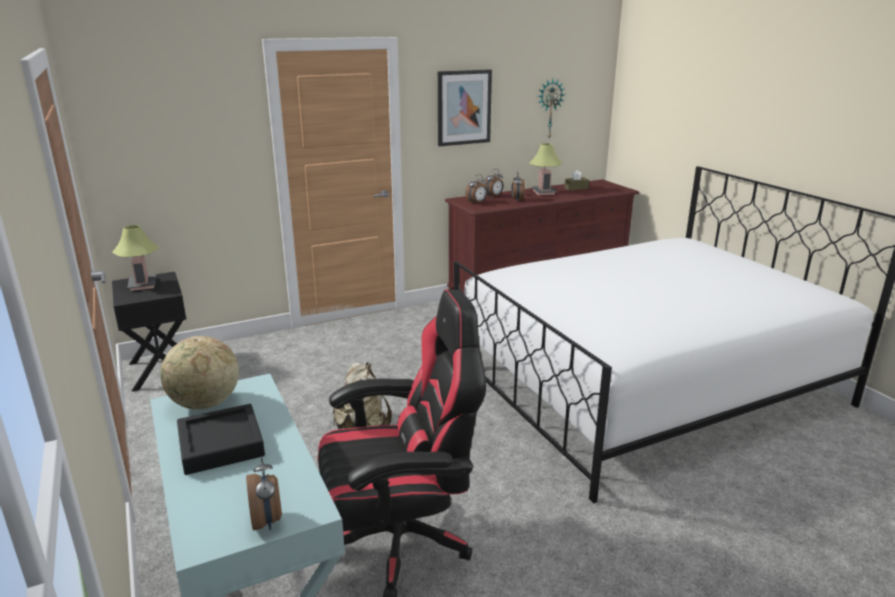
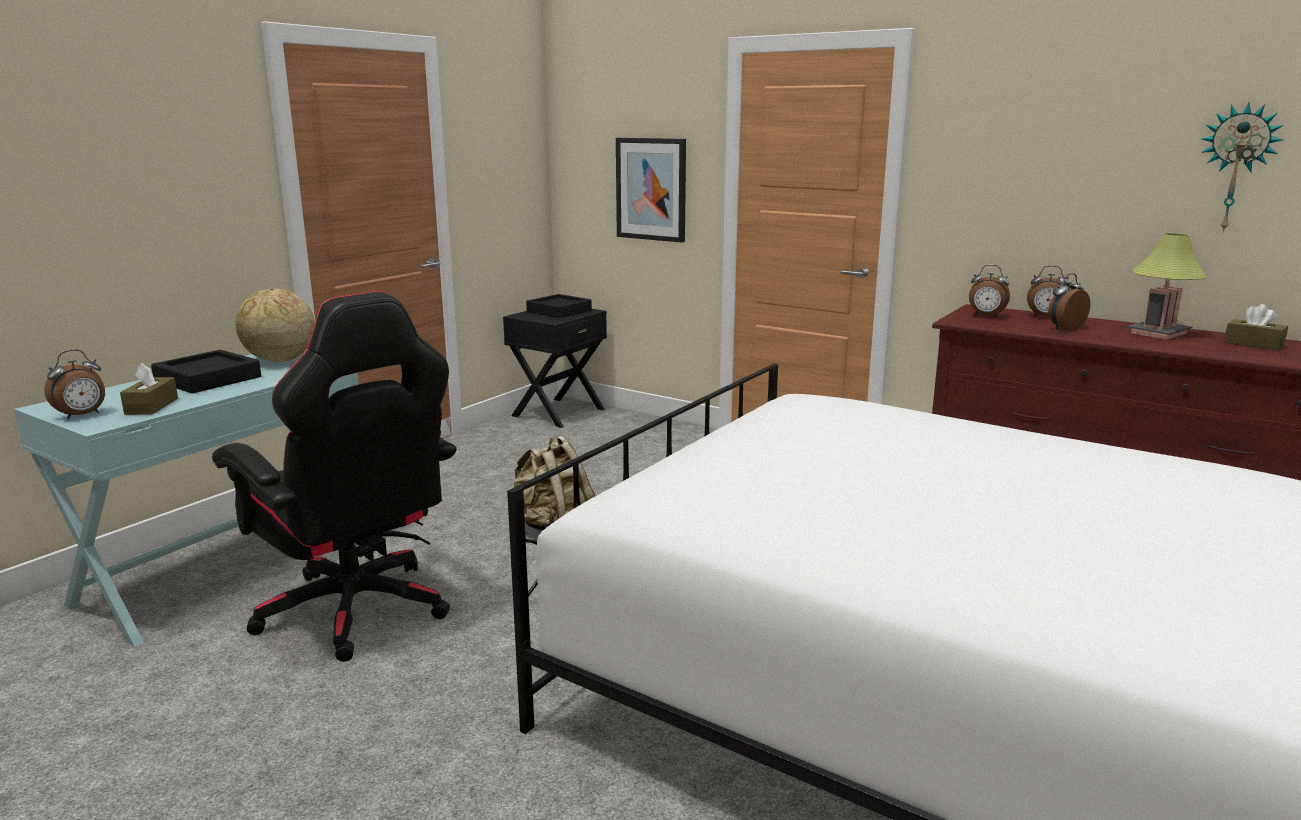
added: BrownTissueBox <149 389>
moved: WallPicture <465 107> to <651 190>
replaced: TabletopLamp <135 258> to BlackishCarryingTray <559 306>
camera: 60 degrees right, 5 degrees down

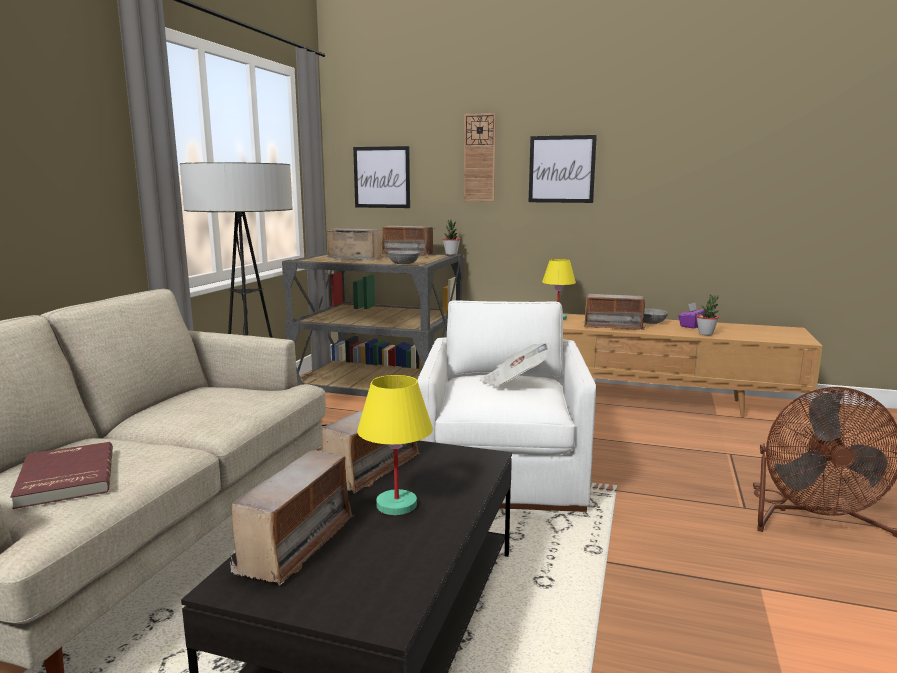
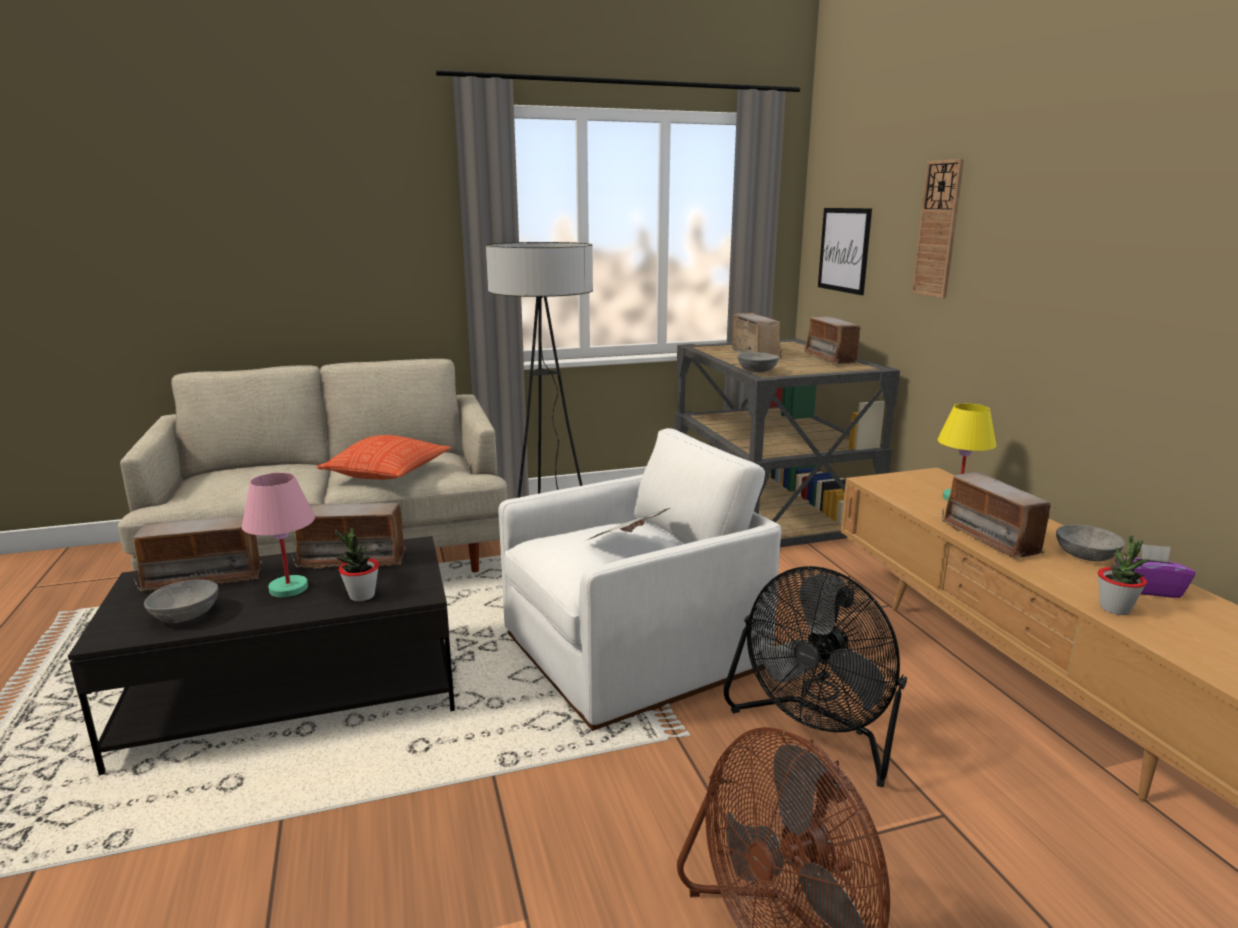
removed: ReddishBoundBook <61 475>; WallPicture <563 169>
added: GrayBowl <181 601>; OrangeColouredPillow <384 457>; BlackishElectricFan <815 676>
moved: PottedPlant <451 237> to <357 565>
recoloured: YellowTabletopLamp <395 445> to PinkishTabletopLamp <278 535>
camera: 55 degrees right, 5 degrees up

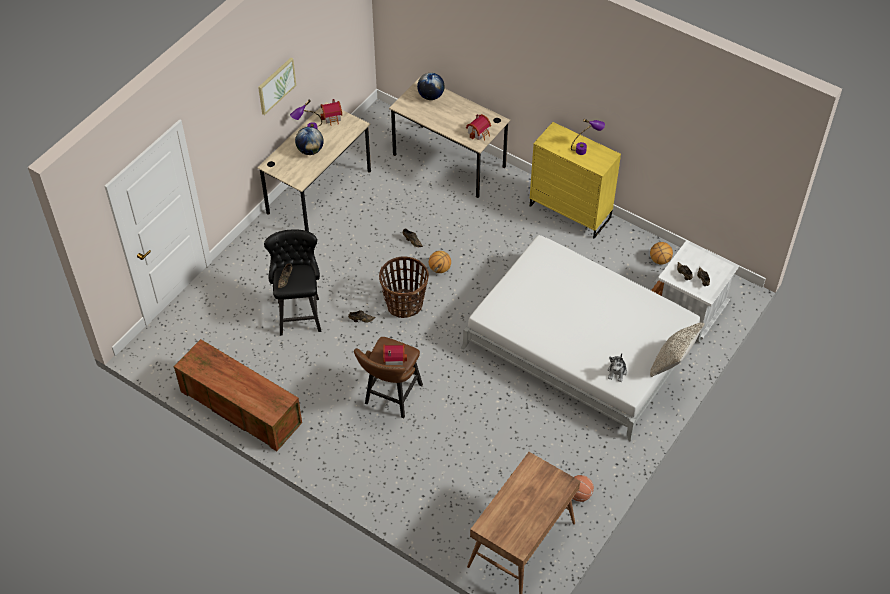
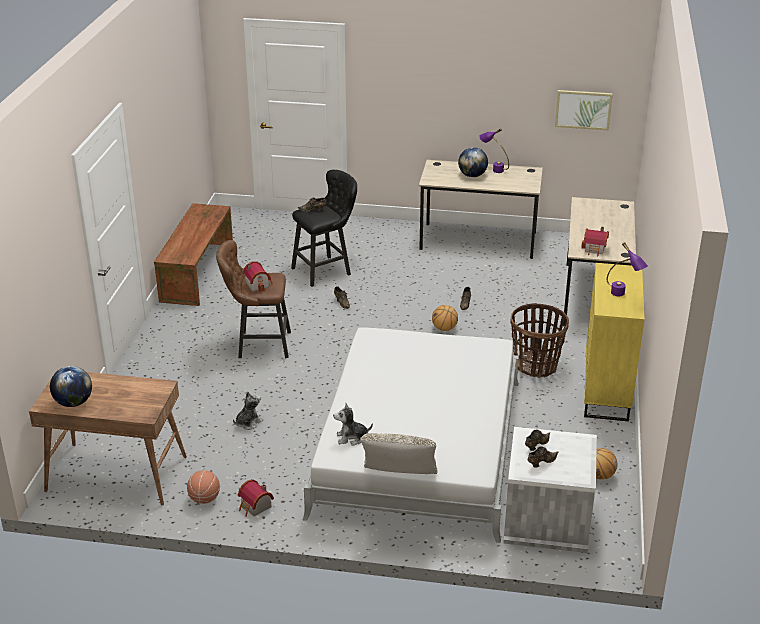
added: SoftToy <248 410>
moved: Globe <431 86> to <71 386>; ModelHouse <331 112> to <256 498>; HouseholdBasket <404 287> to <539 340>; WallPicture <277 86> to <584 110>
camera: 65 degrees right, 20 degrees down

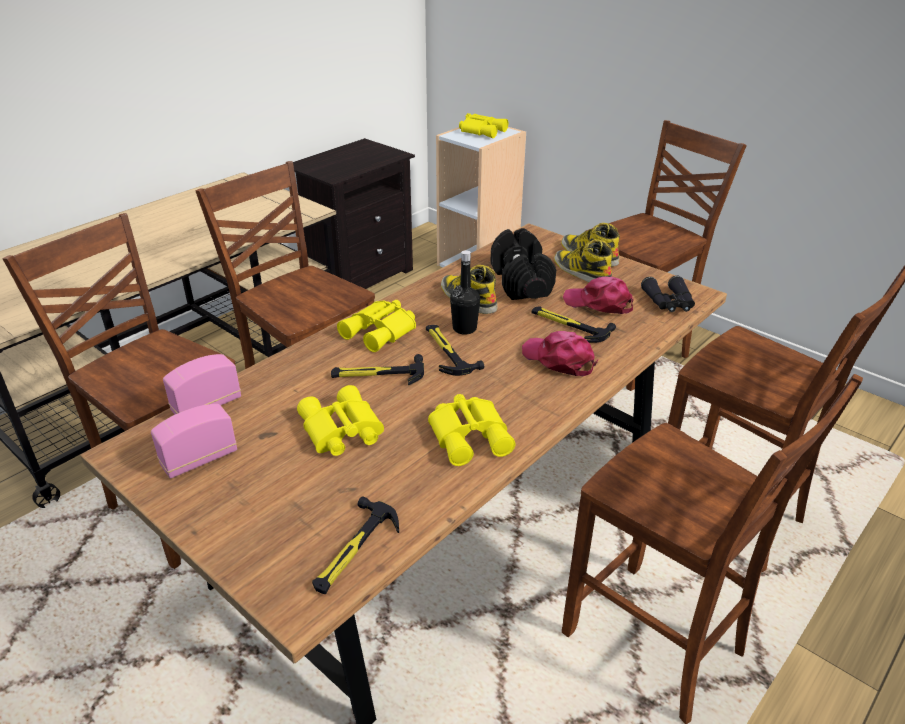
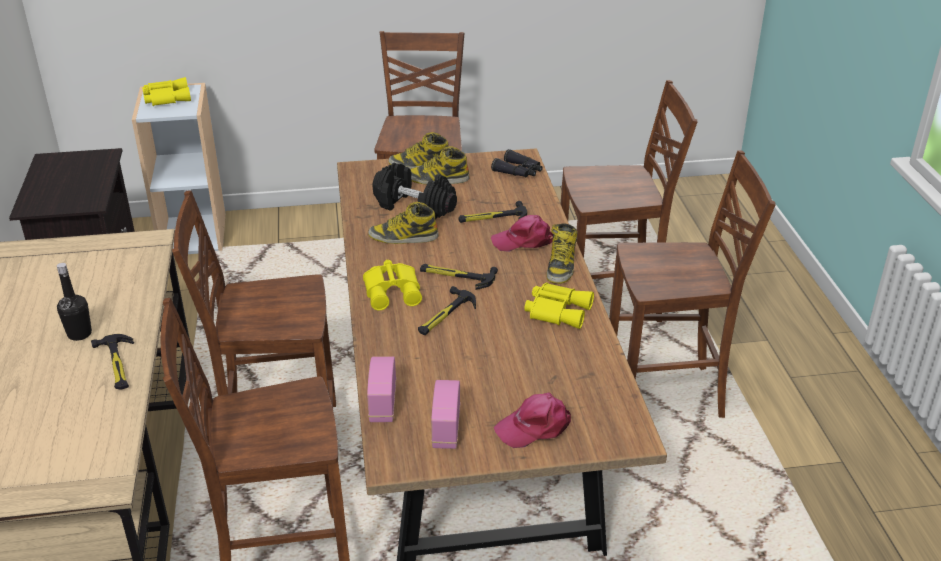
removed: YellowFieldGlasses <340 420>
added: Boot <561 254>
moved: BlackishBeverageBottle <465 292> to <74 302>; ToolHammer <355 545> to <112 362>; PinkishPeakedCap <598 295> to <532 420>
camera: 50 degrees left, 0 degrees up

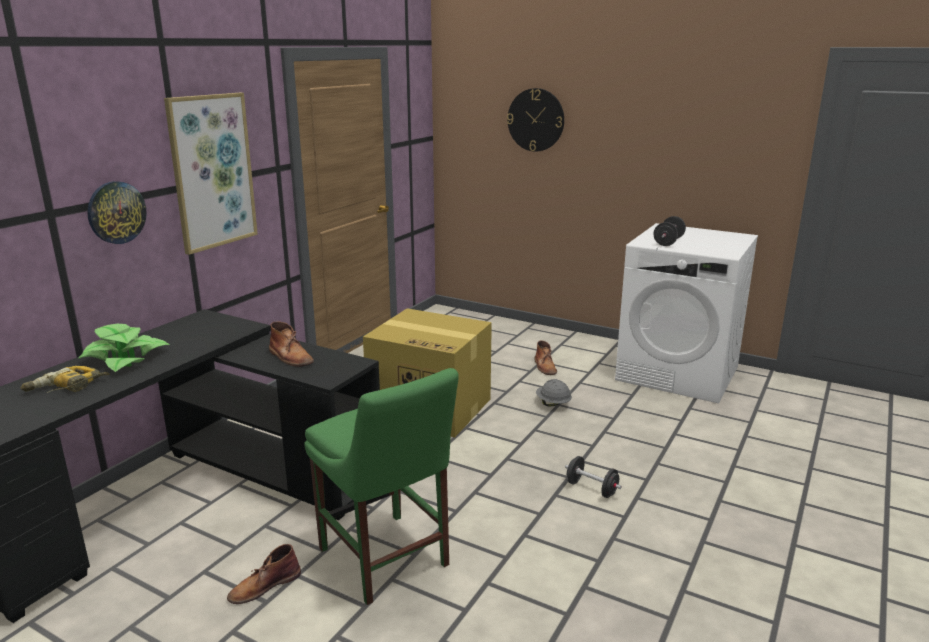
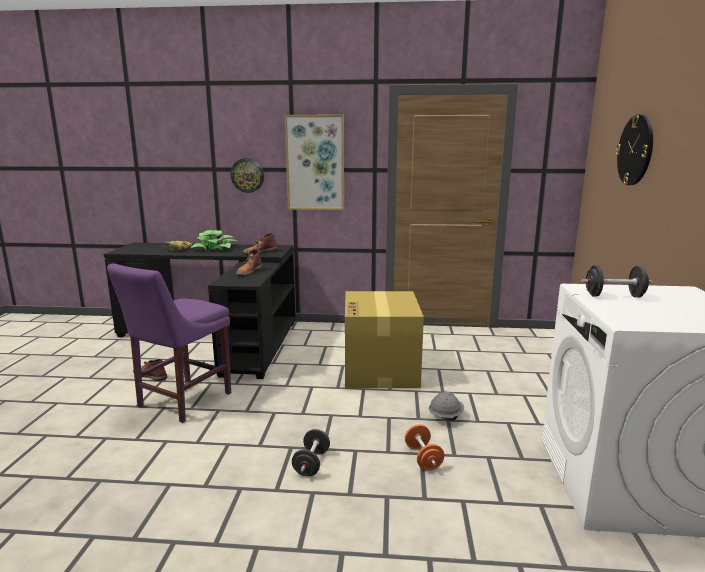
added: OrangeColouredFreeWeight <424 447>
moved: BrownBoot <545 357> to <259 244>
recoloured: GreenishUprightChair <381 486> to PurplishUprightChair <169 343>
camera: 65 degrees right, 5 degrees down

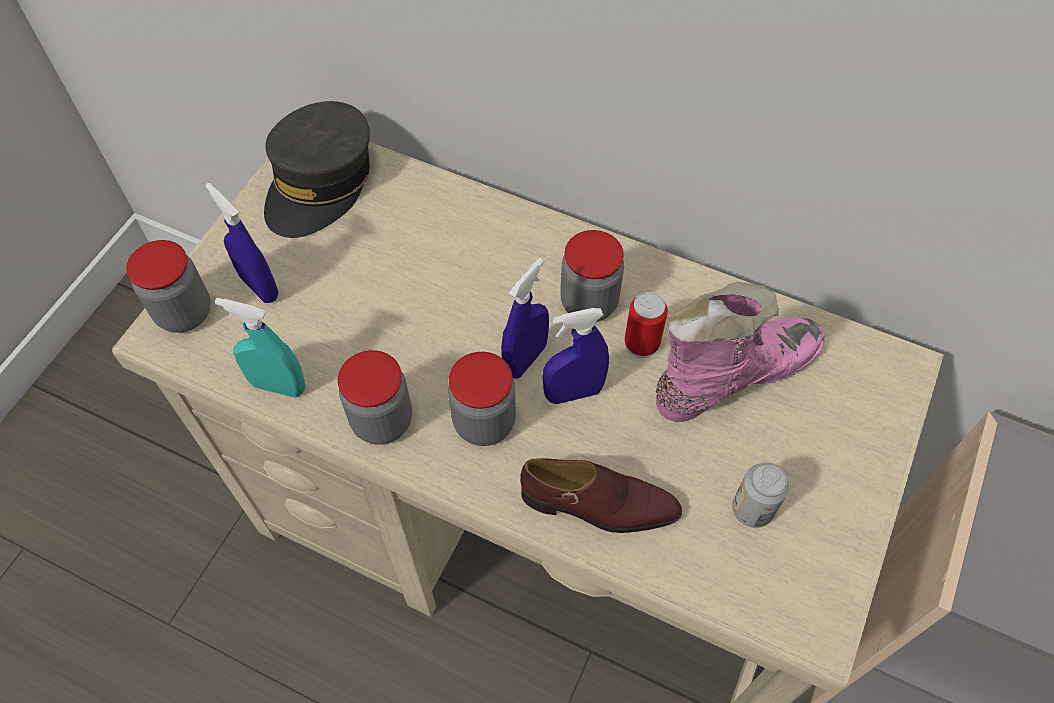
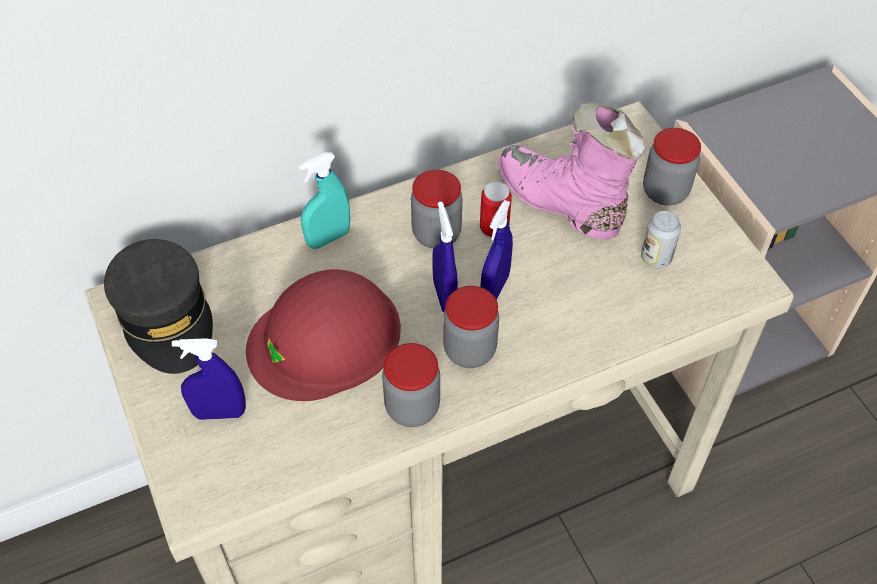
removed: BrownLowShoe <601 495>
added: ReddishHardHat <323 335>
moved: BlueGreenSprayer <260 348> to <324 200>; Jar <168 286> to <672 166>
turned: PinkishBoot <740 352> = <571 171> 60 degrees counterclockwise
camera: 50 degrees left, 5 degrees down

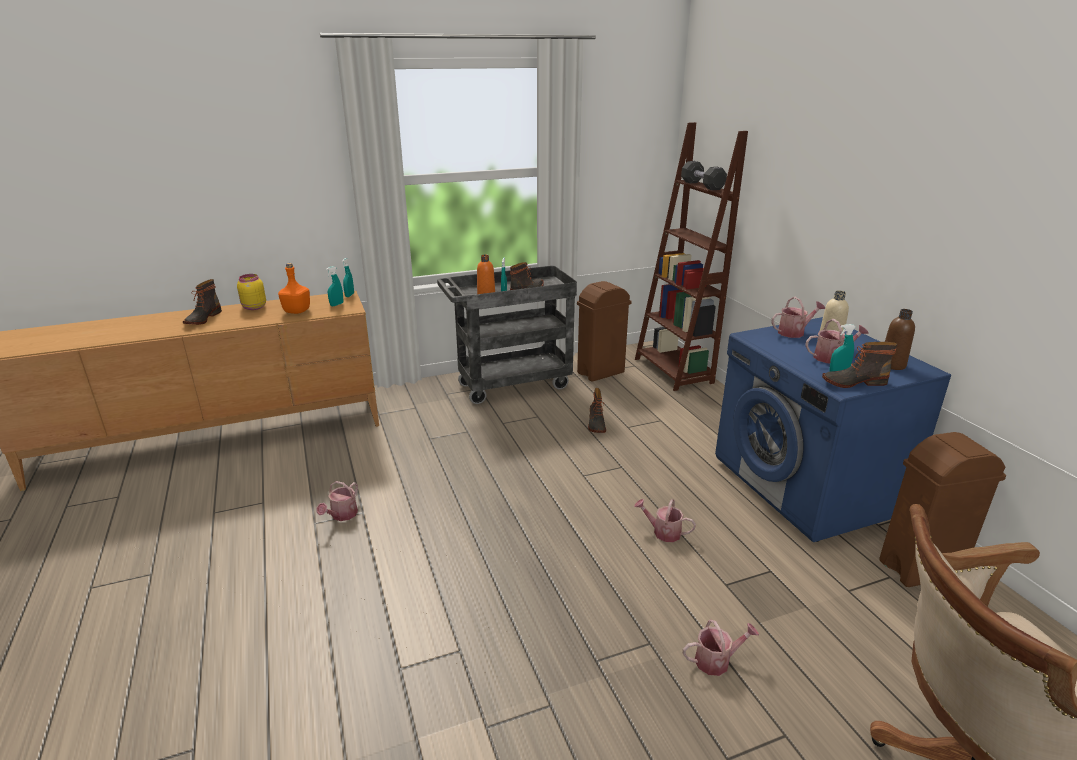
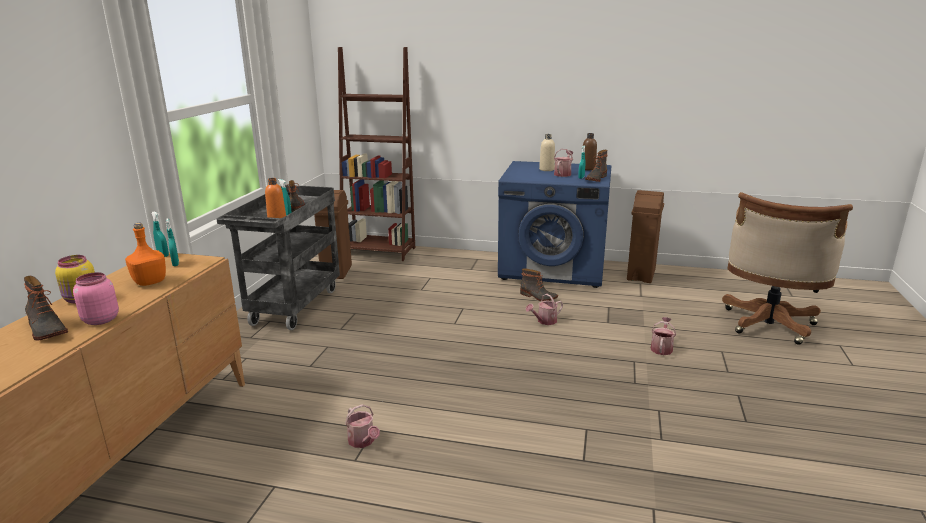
removed: BlackishFreeWeight <704 175>; WateringPot <798 317>
added: PinkishJar <96 298>
moved: Boot <597 410> to <539 284>
camera: 55 degrees left, 5 degrees down

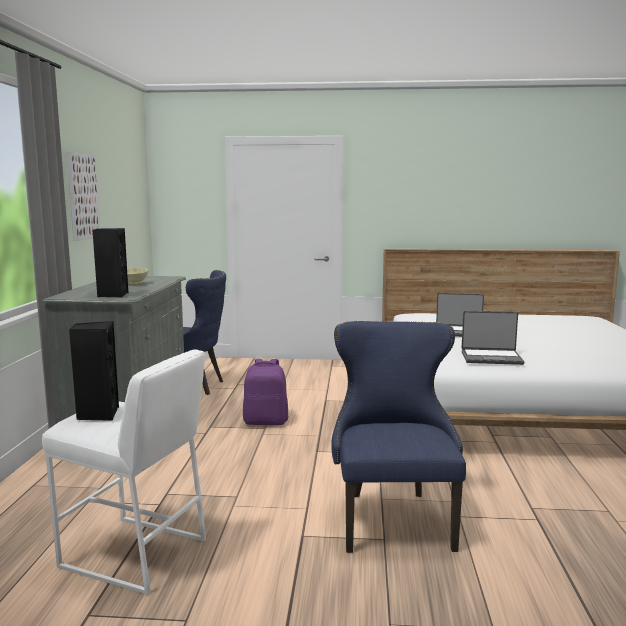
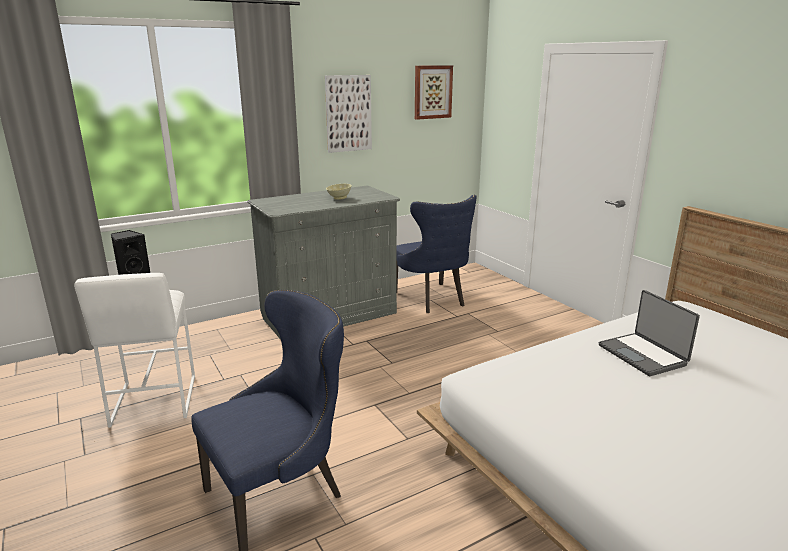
removed: BlackishLoudspeaker <110 262>; PurplishKnapsack <265 392>; NotebookComputer <492 338>
added: WallPicture <434 92>
camera: 55 degrees right, 10 degrees up

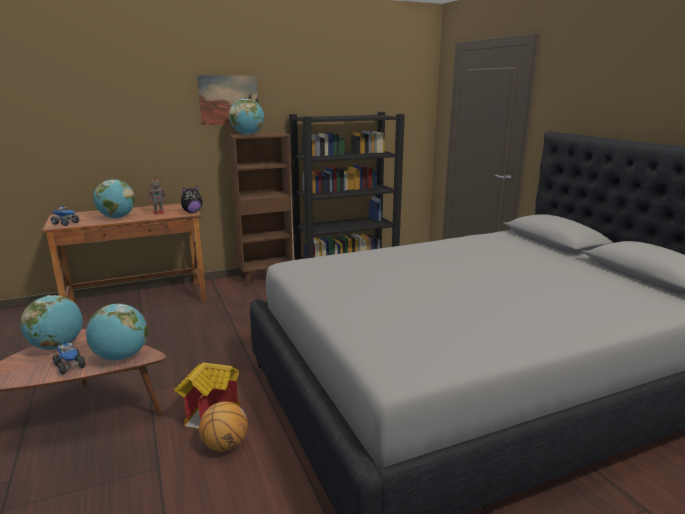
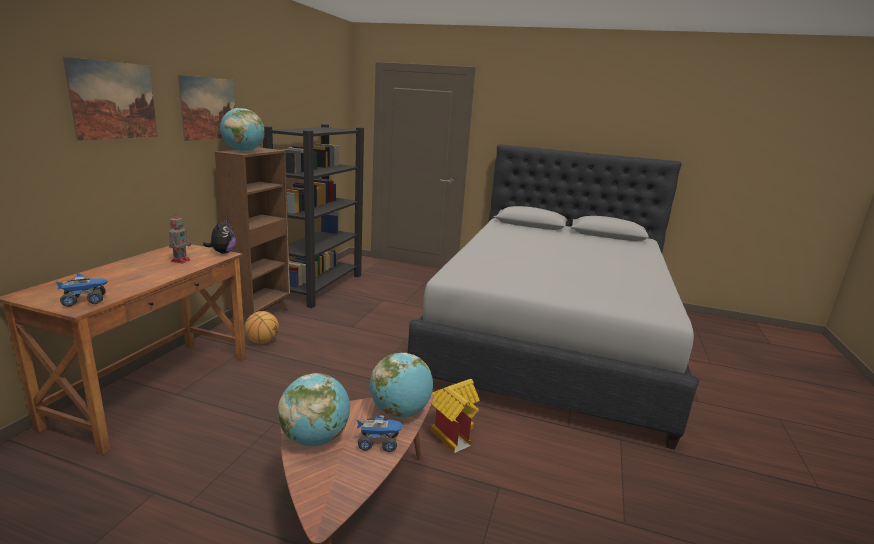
removed: Globe <114 198>
added: WallPicture <110 98>
moved: Basketball <223 426> to <261 327>
camera: 50 degrees left, 0 degrees up

